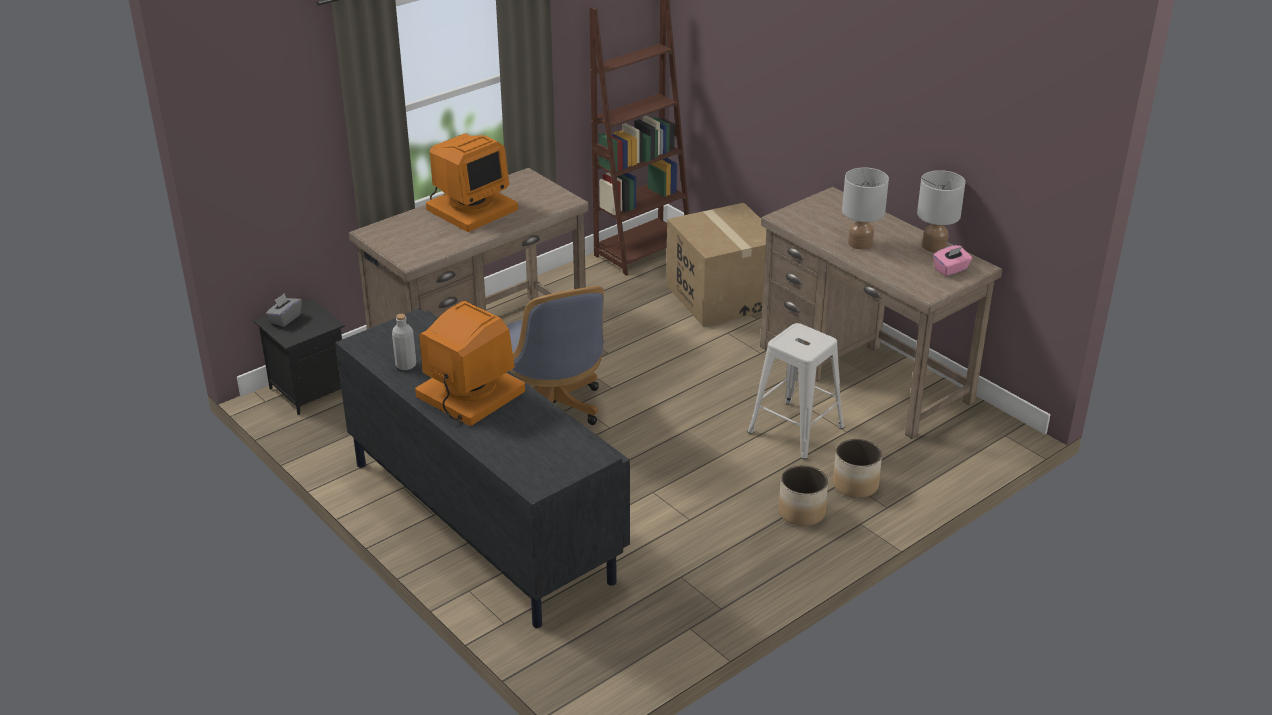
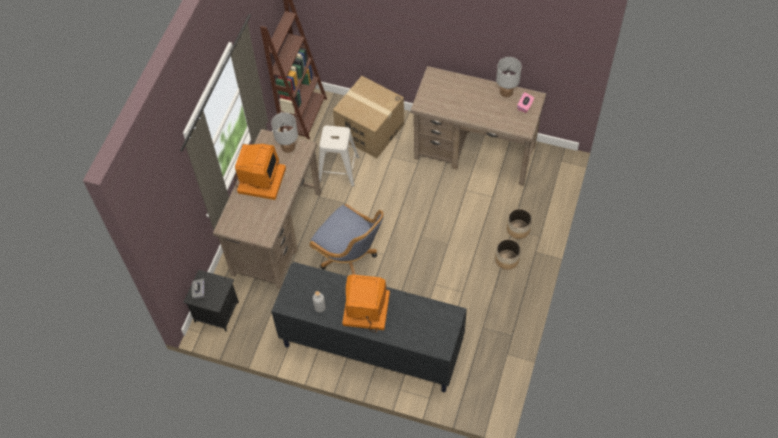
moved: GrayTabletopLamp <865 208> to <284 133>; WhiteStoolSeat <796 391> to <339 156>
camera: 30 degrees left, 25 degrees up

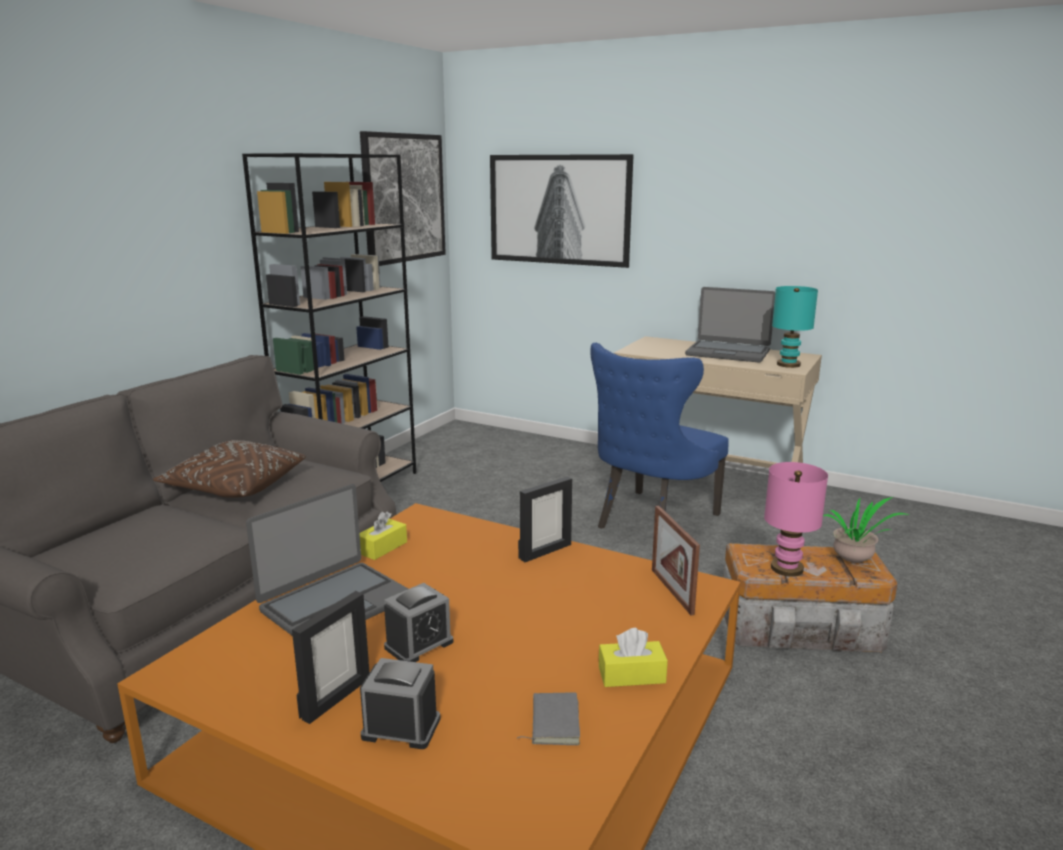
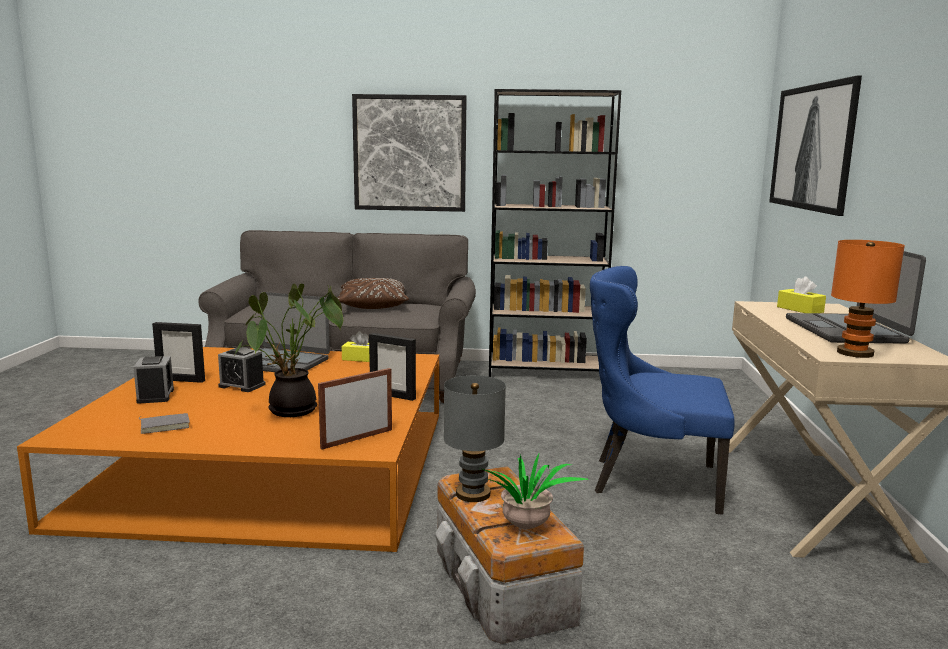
added: PottedPlant <289 350>
moved: WallPicture <403 198> to <409 153>; YellowTissueBox <633 657> to <801 294>
recoloured: PinkishTabletopLamp <796 519> to GrayTabletopLamp <475 438>; BlueGreenTabletopLamp <795 327> to OrangeColouredTabletopLamp <868 299>
camera: 65 degrees right, 5 degrees down

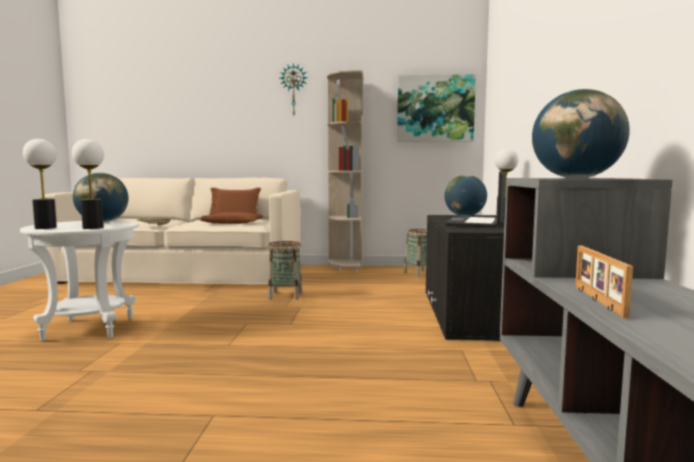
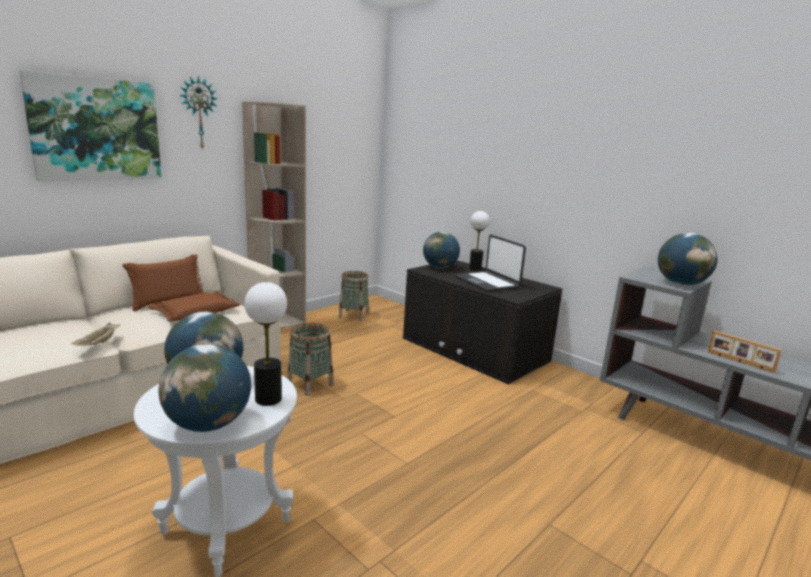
moved: WallPicture <436 108> to <90 125>
replaced: TabletopLamp <40 184> to Globe <205 388>
camera: 50 degrees left, 10 degrees up

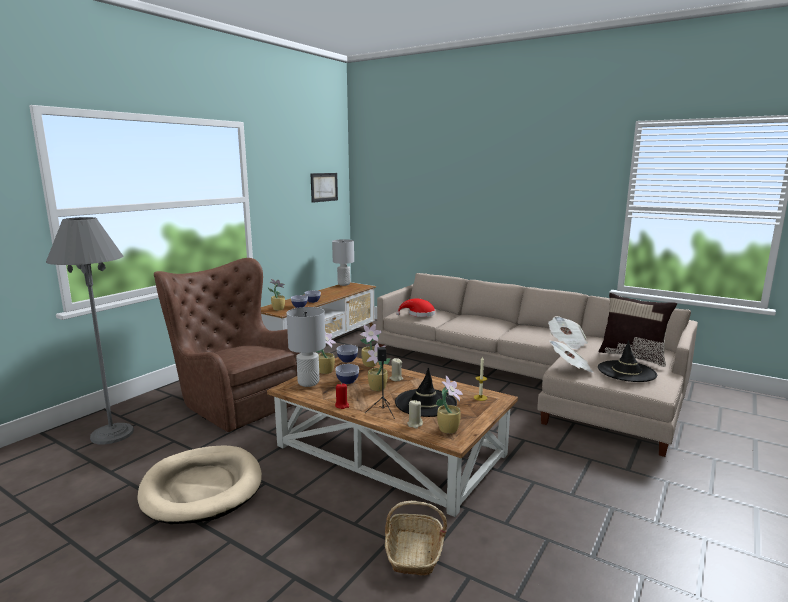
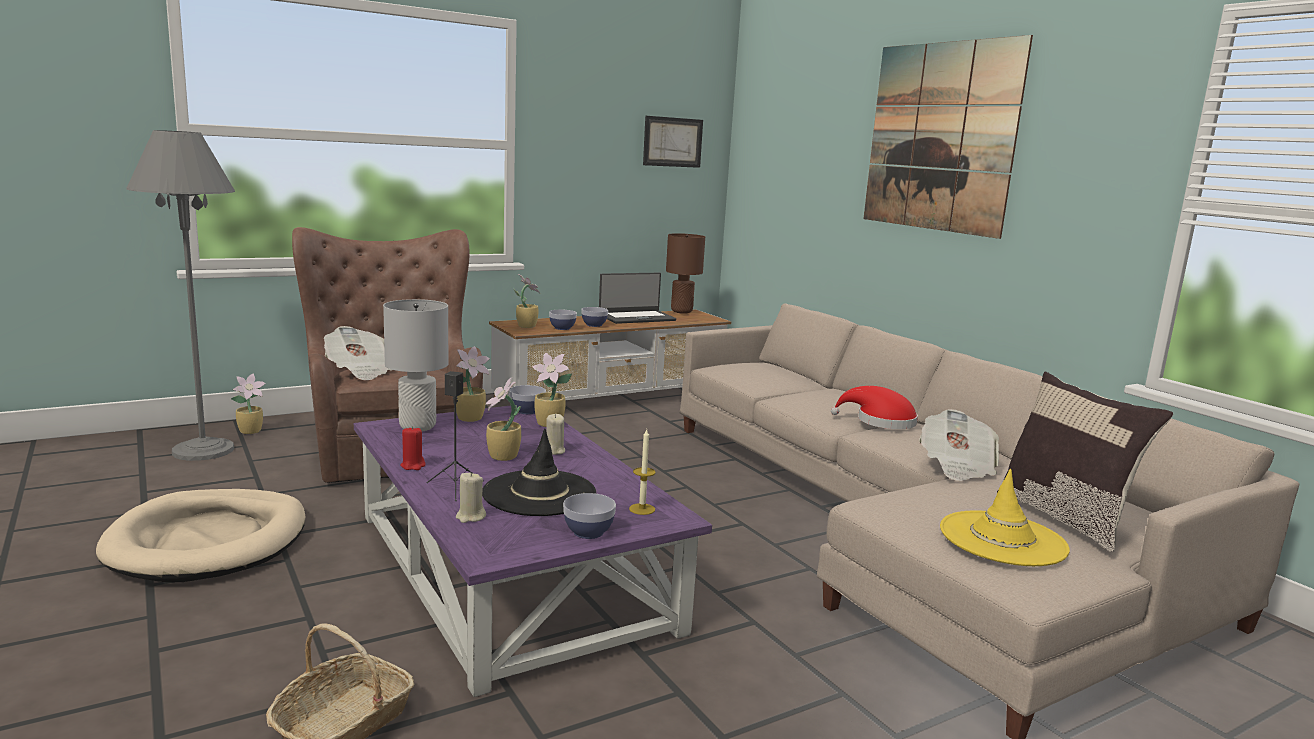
added: NotebookComputer <637 298>; WallPicture <948 137>
moved: PottedPlant <449 405> to <248 403>; Newspaper <571 356> to <358 353>; Bowl <347 374> to <589 516>; ReddishWearableHat <415 307> to <874 407>
recoloured: BrownCoffeeTable <392 437> to PurplishCoffeeTable <533 551>; GrayTabletopLamp <343 262> to BrownTabletopLamp <685 273>; BlackishWearableHat <627 361> to YellowWearableHat <1005 517>
camera: 25 degrees right, 0 degrees up

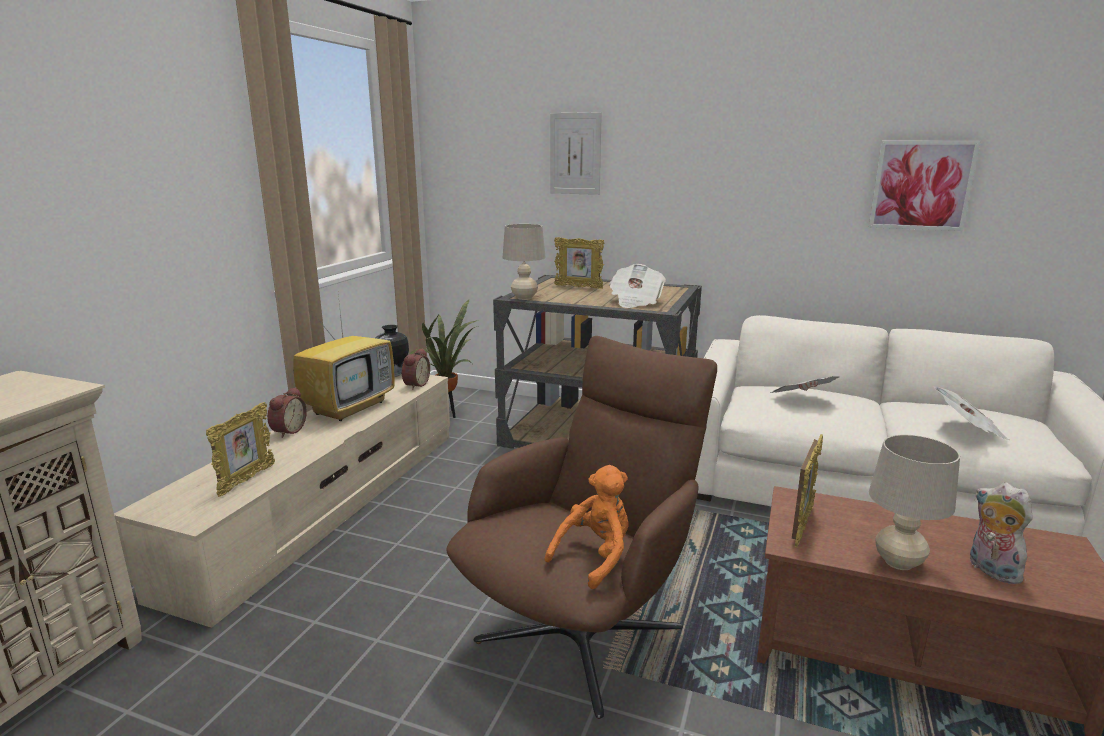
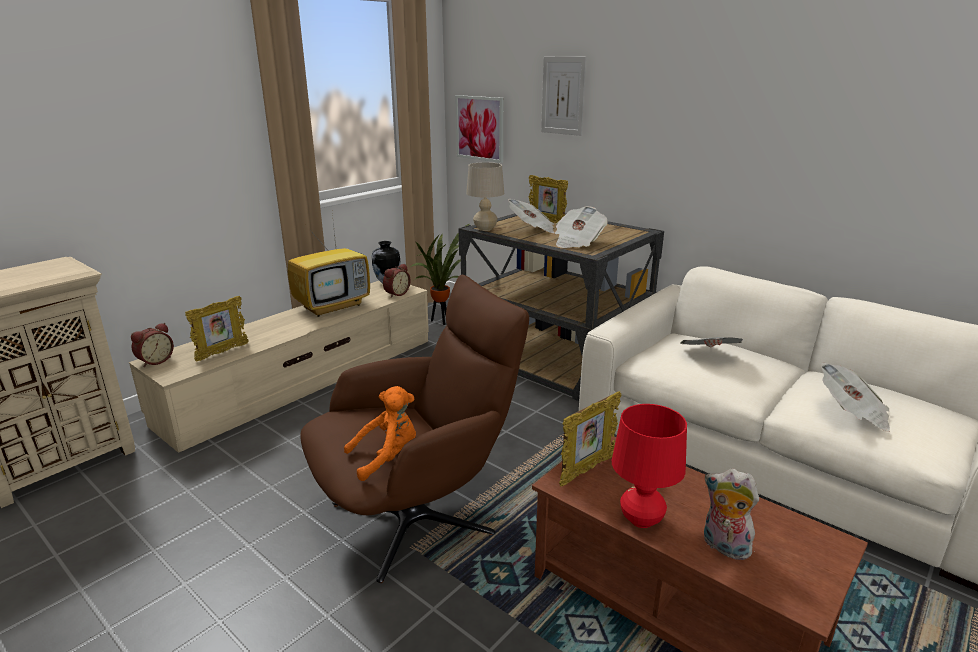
added: Newspaper <531 216>
moved: TableClock <287 412> to <152 345>; WallPicture <925 186> to <479 129>
recoloured: SandColouredTabletopLamp <914 502> to ReddishTabletopLamp <649 466>
turned: SoftToy <1001 533> = <731 514> 45 degrees counterclockwise
camera: 20 degrees right, 5 degrees up

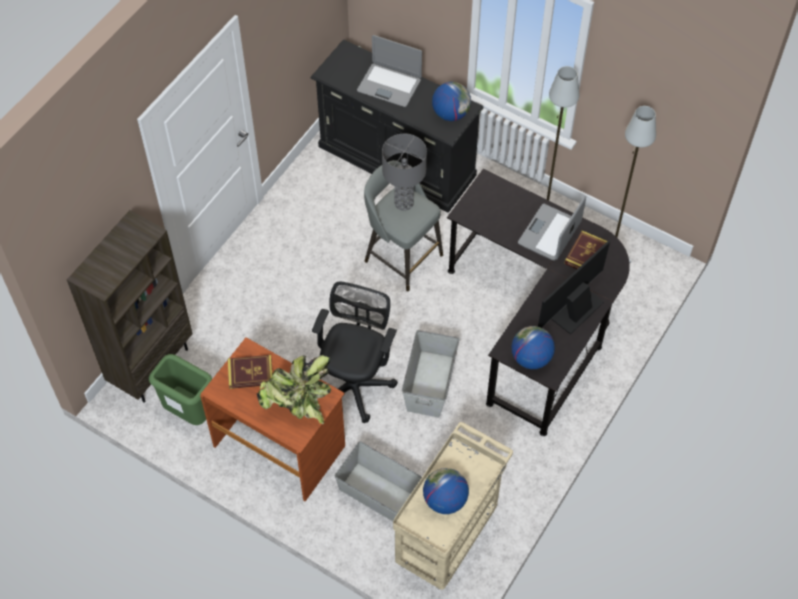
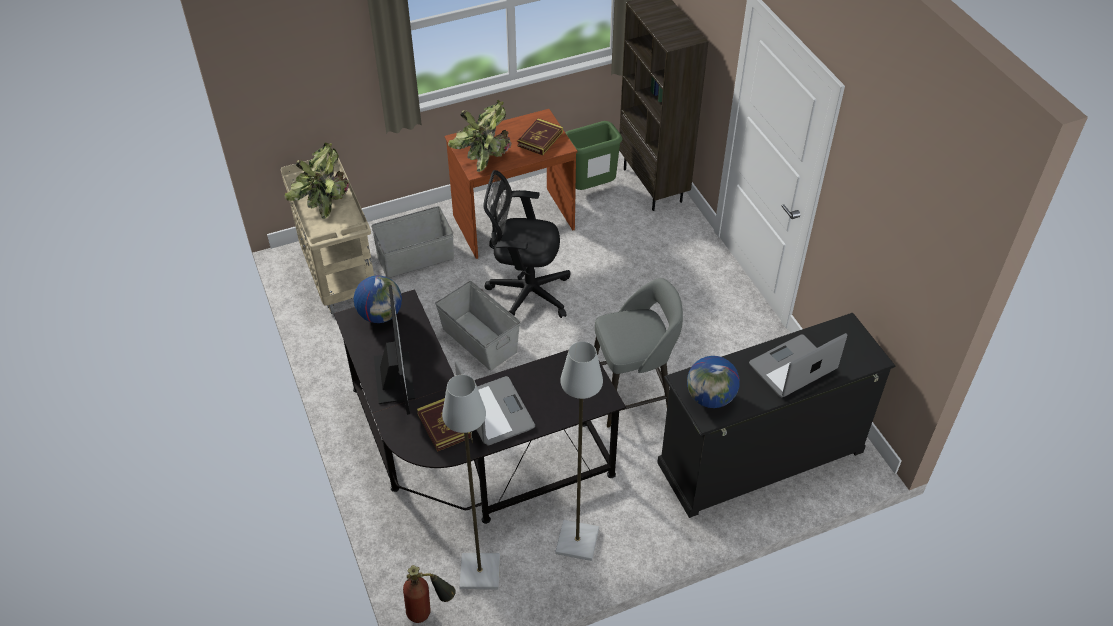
removed: GrayTabletopLamp <404 172>
added: FireExtinguisher <429 594>
replaced: Globe <446 491> to PottedPlant <317 180>
turned: BlackishOfficeChair <355 352> = <527 244> 135 degrees clockwise
camera: 125 degrees right, 10 degrees down

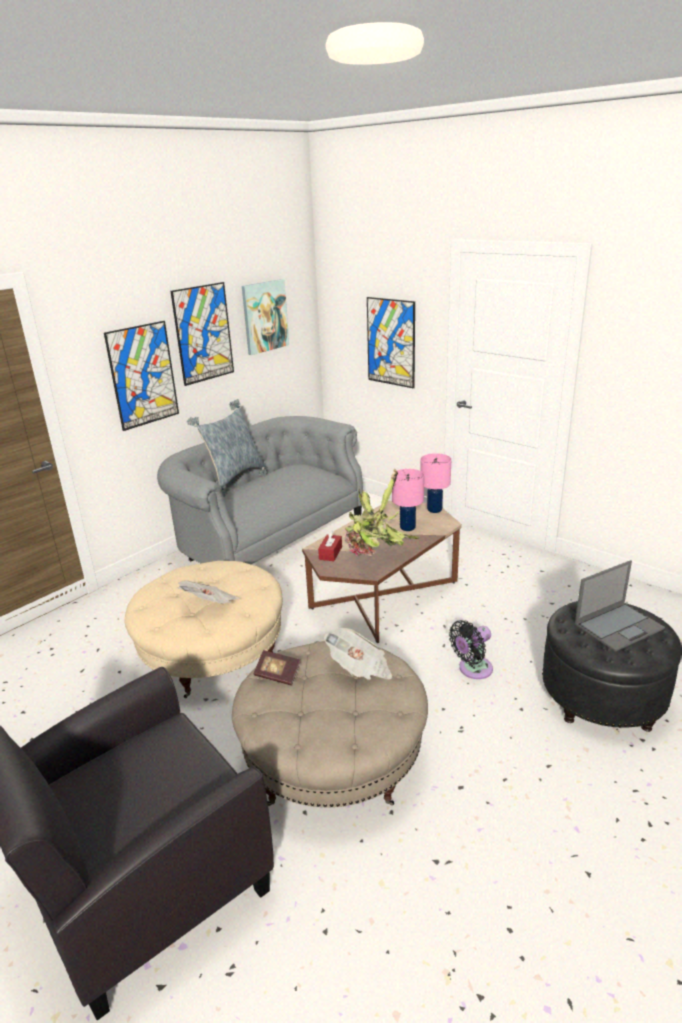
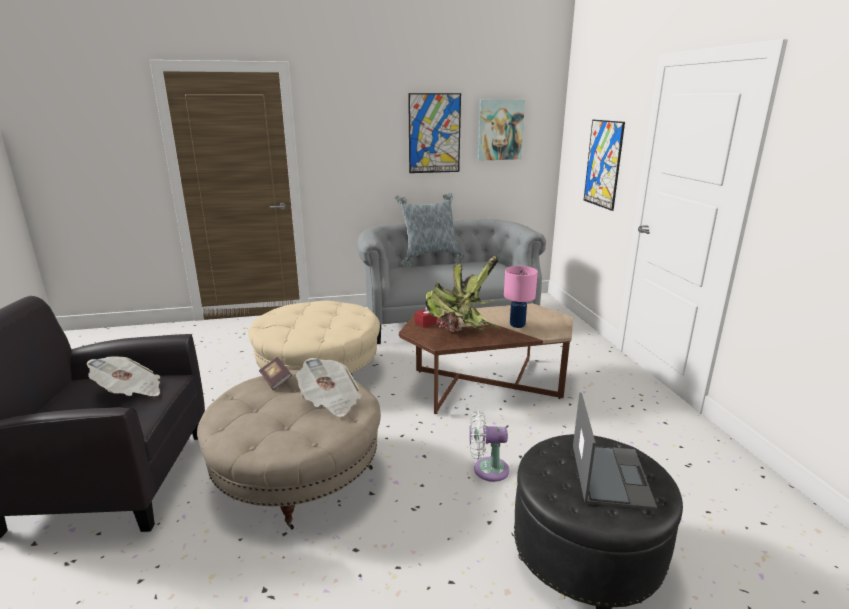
removed: WallPicture <141 376>; PinkishTabletopLamp <435 483>
moved: Newspaper <209 592> to <123 376>
recoloured: BlackishElectricFan <471 649> to WhiteElectricFan <489 446>
turned: NotebookComputer <620 606> = <615 451> 90 degrees counterclockwise
camera: 35 degrees right, 5 degrees down

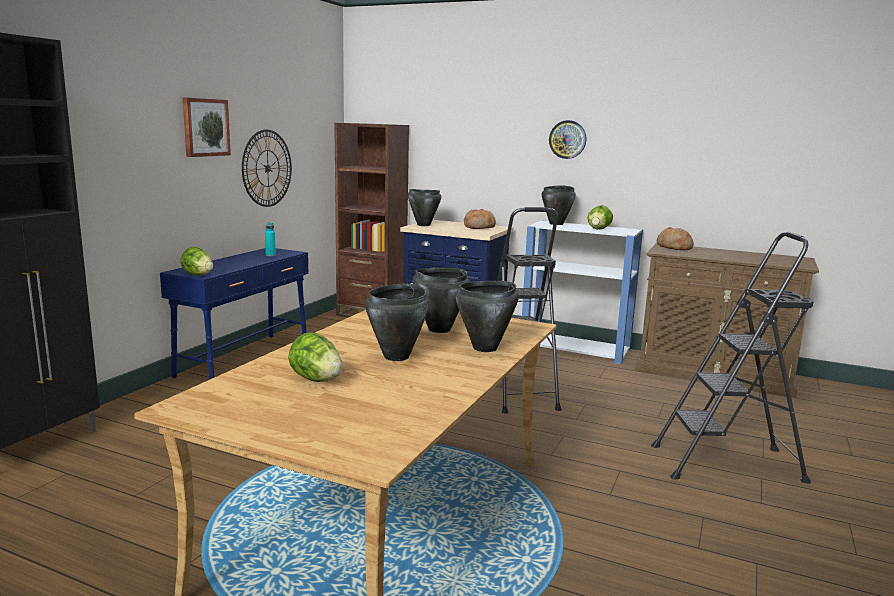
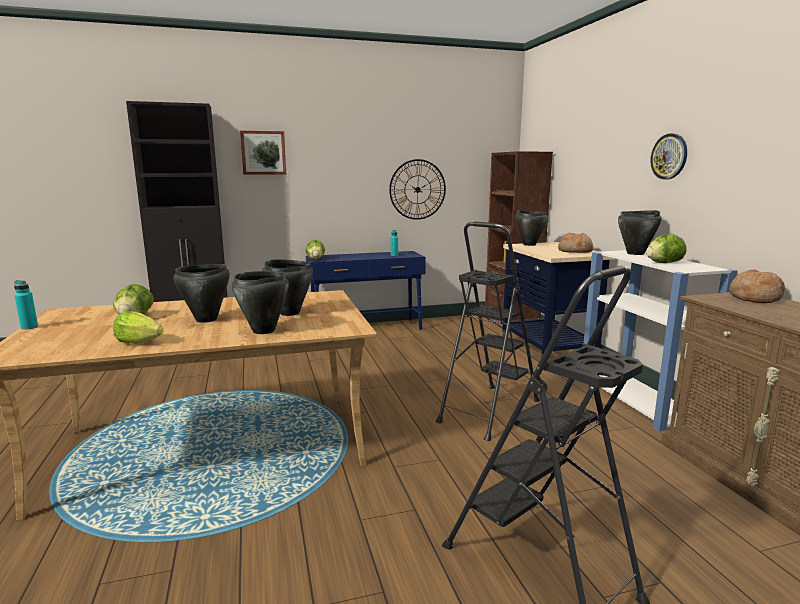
added: BlueGreenBeverageBottle <26 305>; Lettuce <138 327>
moved: WallPicture <207 127> to <263 152>
camera: 50 degrees right, 0 degrees up

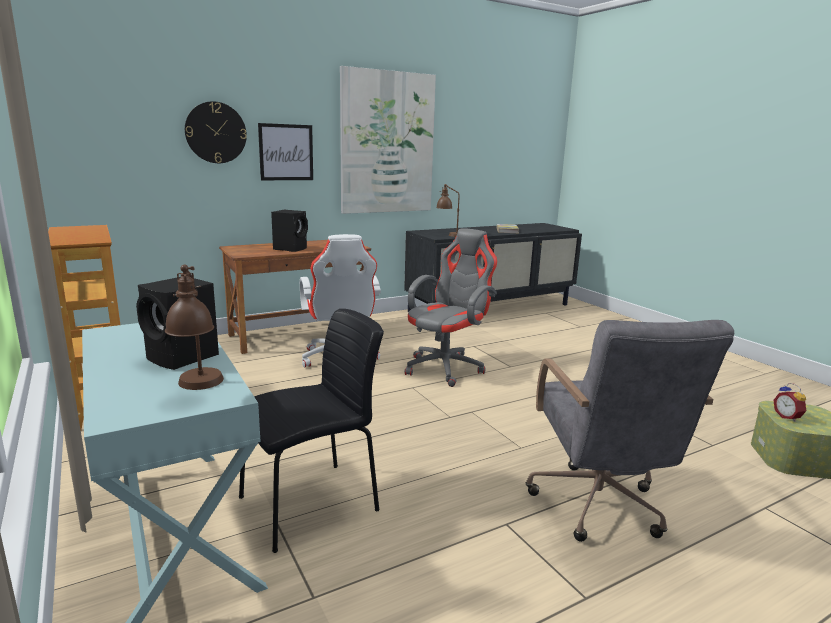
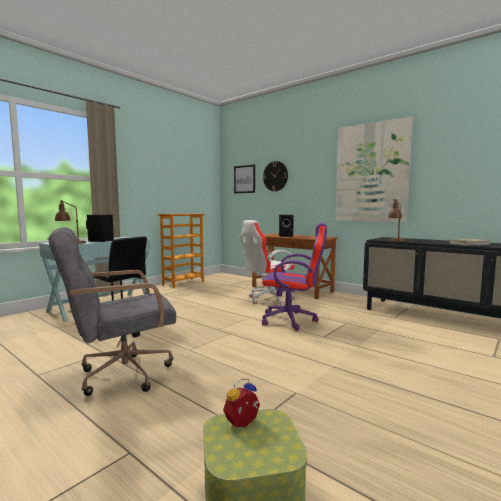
moved: WallPicture <285 151> to <244 179>
recoloured: GrayOfficeChair <450 307> to PurplishOfficeChair <294 277>
camera: 70 degrees right, 10 degrees down

